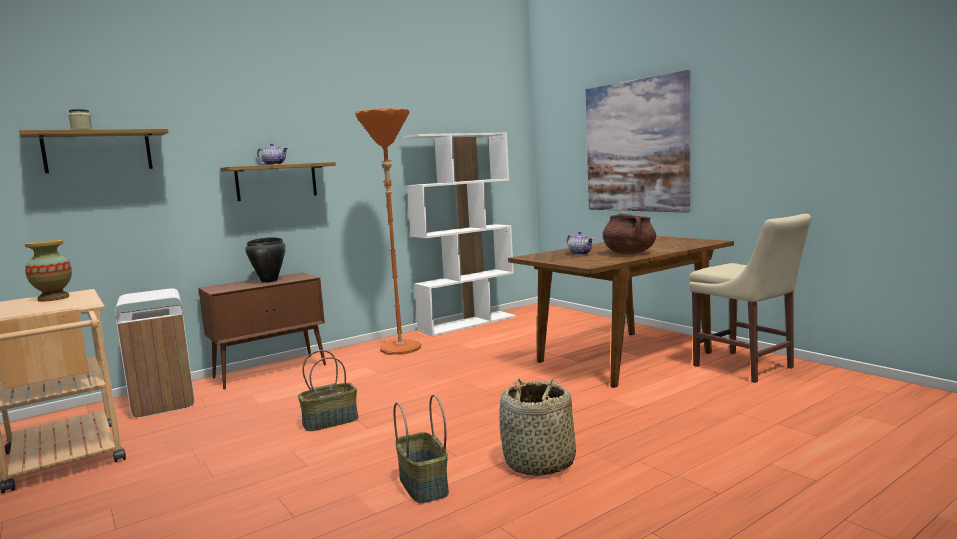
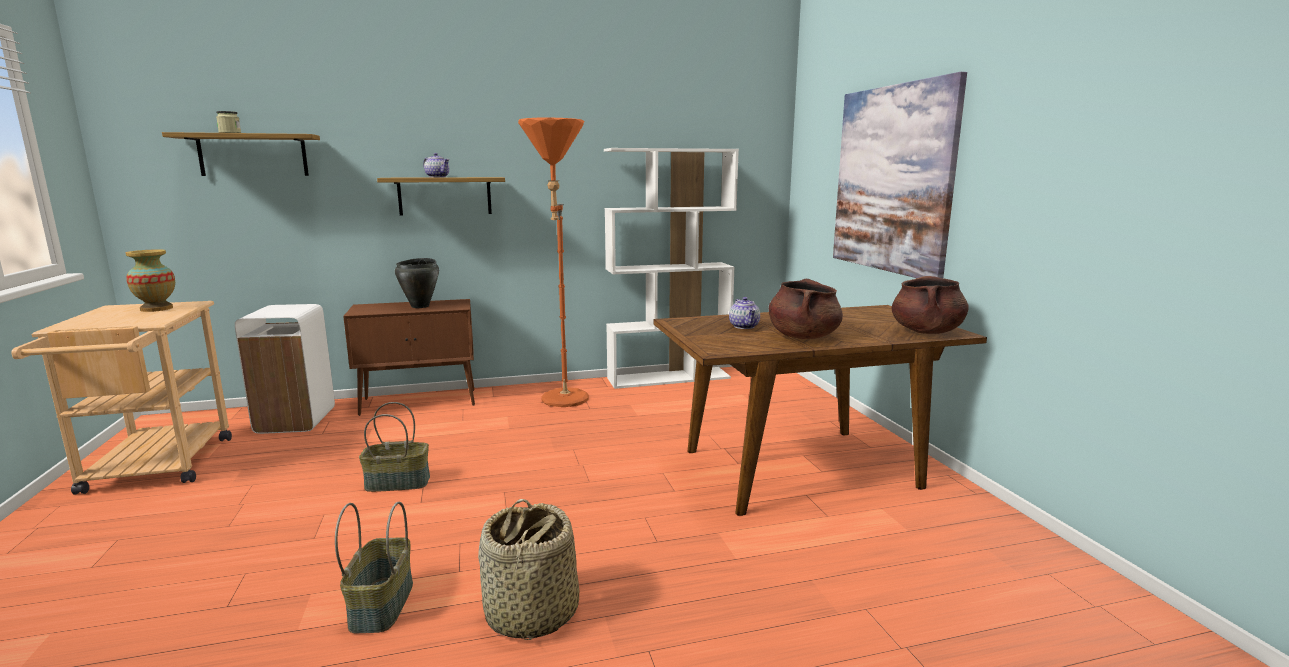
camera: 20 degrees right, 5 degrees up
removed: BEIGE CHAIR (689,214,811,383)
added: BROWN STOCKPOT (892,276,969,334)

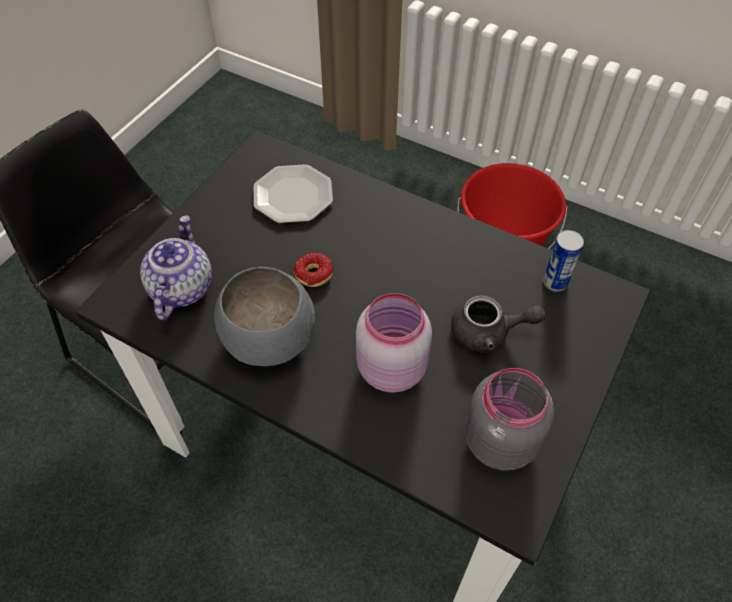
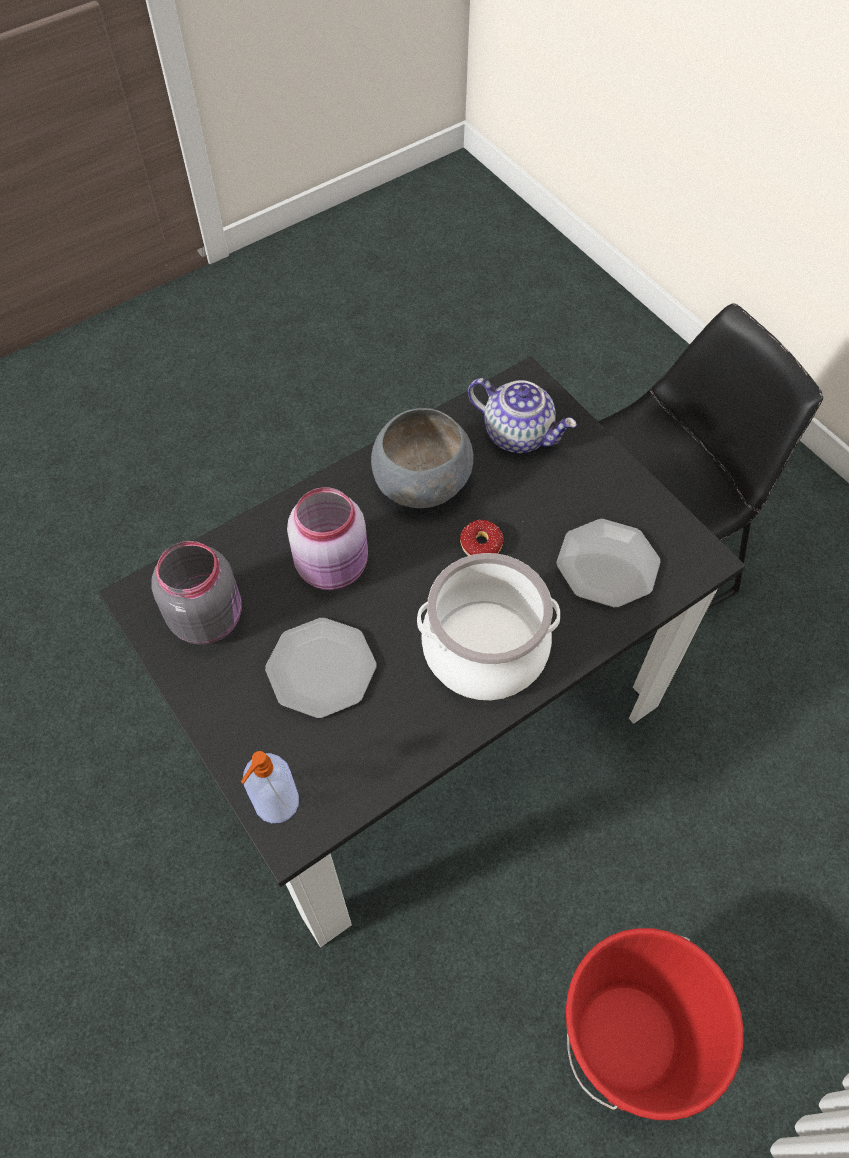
camera: 115 degrees right, 5 degrees up
removed: SEALED CAN (543,230,584,292)
added: STOCKPOT (417,553,560,700); LIQUID SOAP BOTTLE (241,751,299,823)
replaced: GREY POT FOR TEA (451,295,546,353) to DINNER PLATE (265,618,376,718)

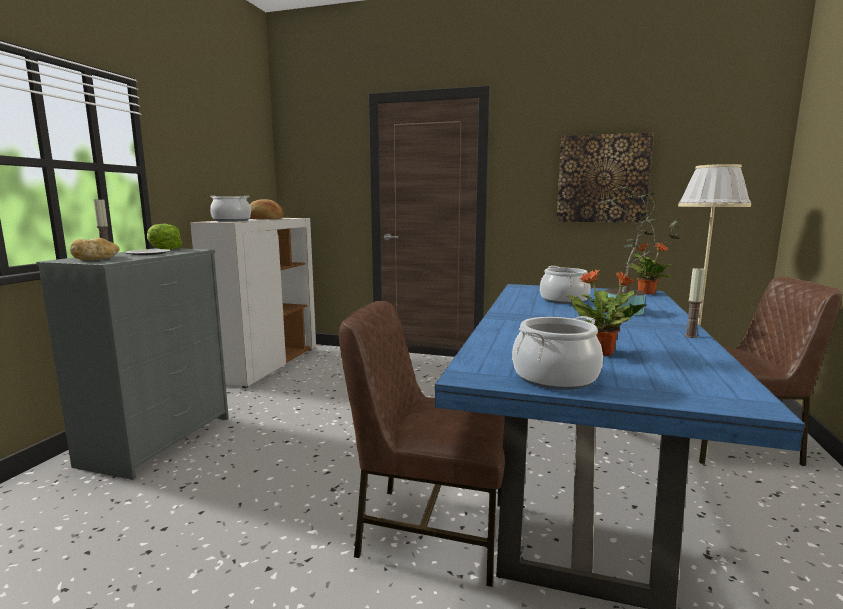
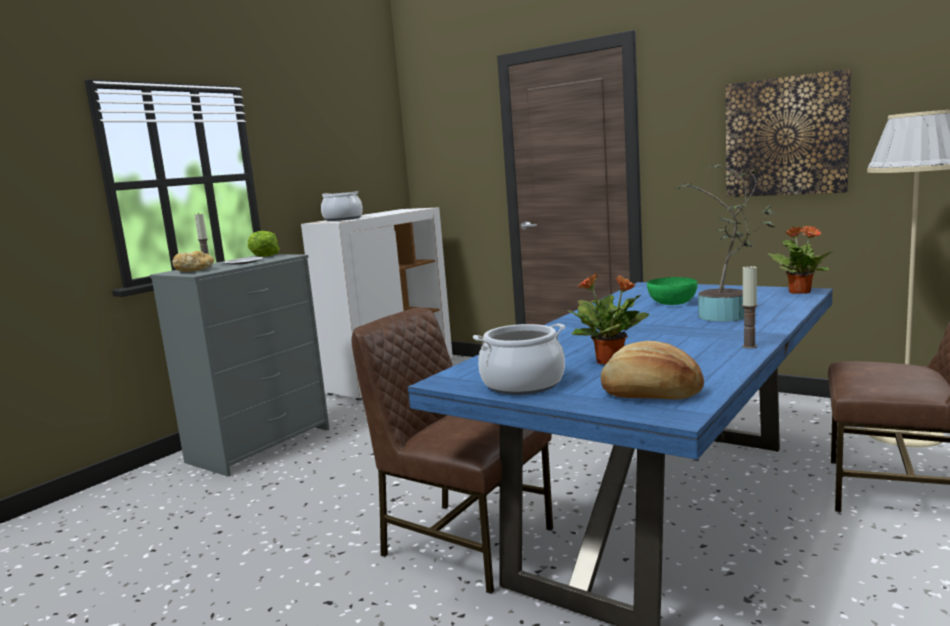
camera: 20 degrees right, 0 degrees up
moved: BREAD (249,199,284,219) to (601,341,704,399)
replaced: STOCKPOT (540,266,591,304) to GREEN-COLOURED DEEP DISH (647,277,698,305)

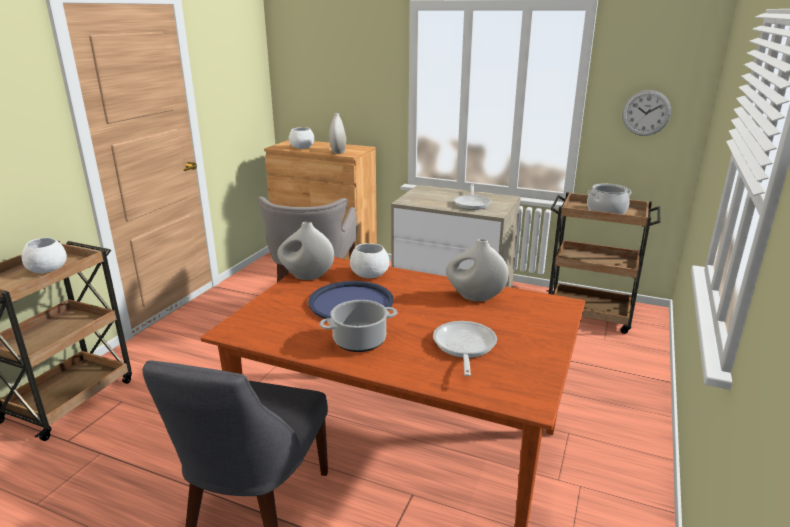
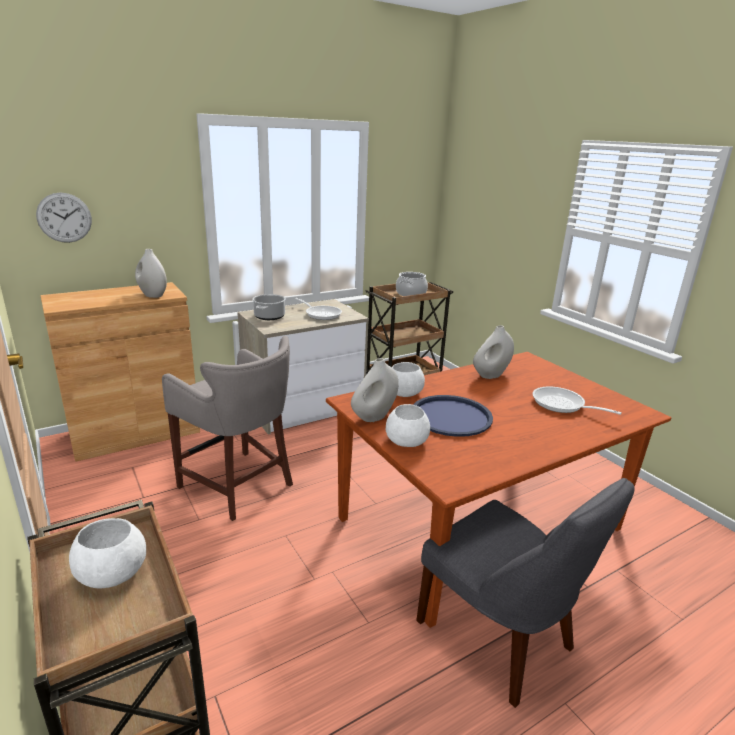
camera: 55 degrees left, 0 degrees up
moved: HANGING CLOCK (622,90,671,136) to (36,193,92,243); WHITE DEEP DISH (289,127,314,149) to (386,404,430,447); STOCKPOT (320,300,397,352) to (252,294,286,320)

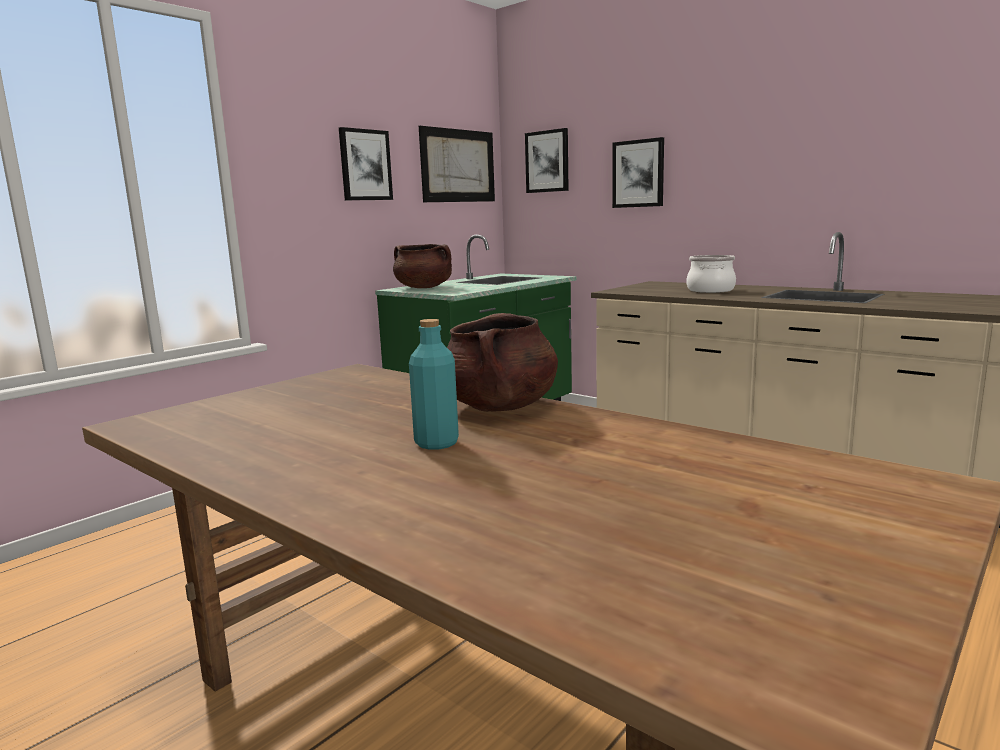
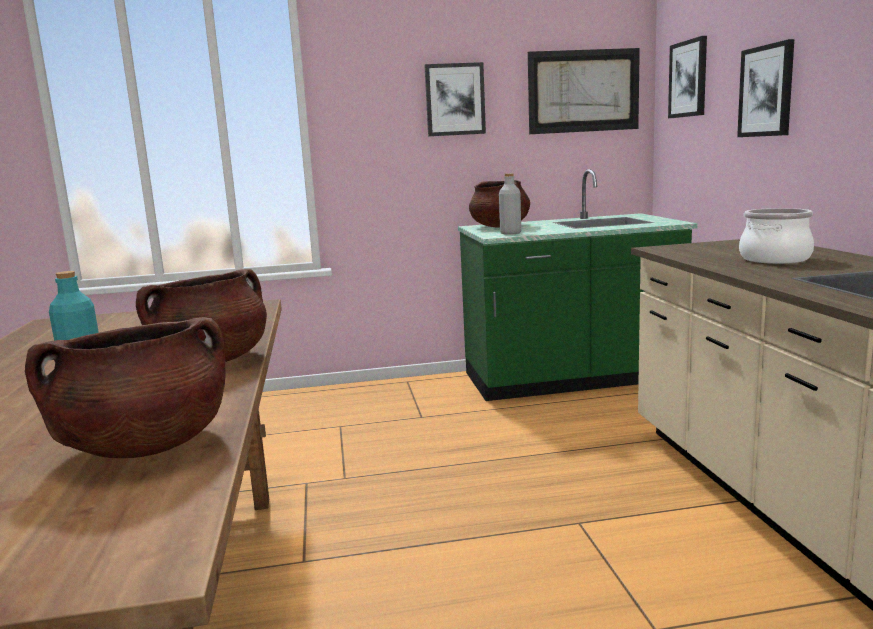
camera: 40 degrees right, 0 degrees up
added: GREY BEVERAGE BOTTLE (499,173,521,235); BROWN STOCKPOT (25,317,225,458)

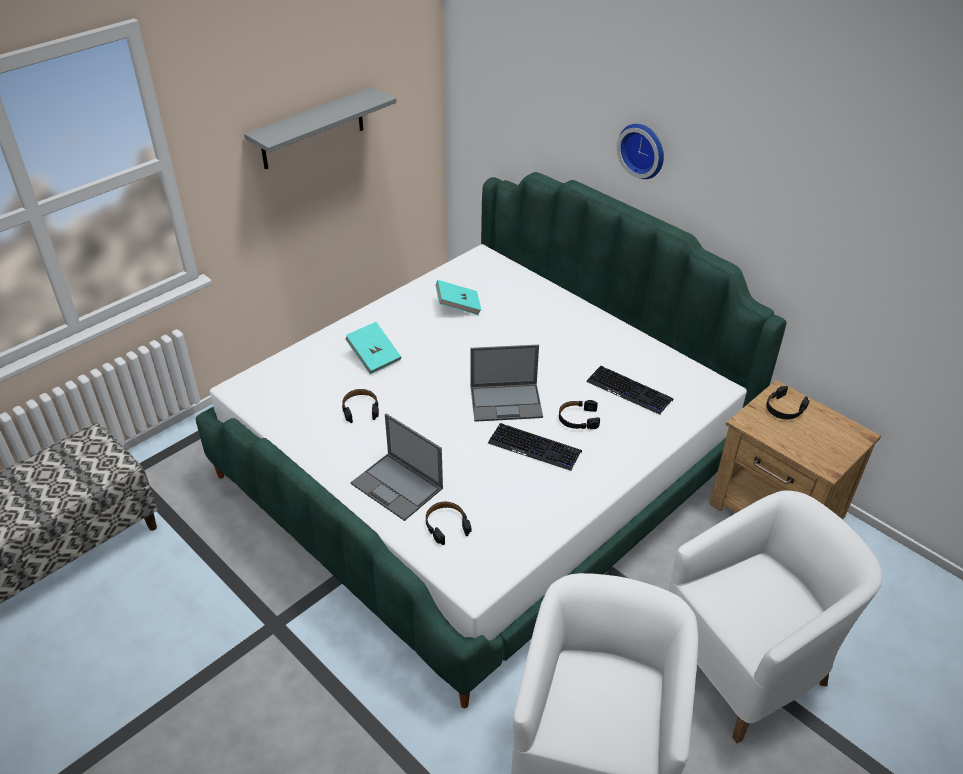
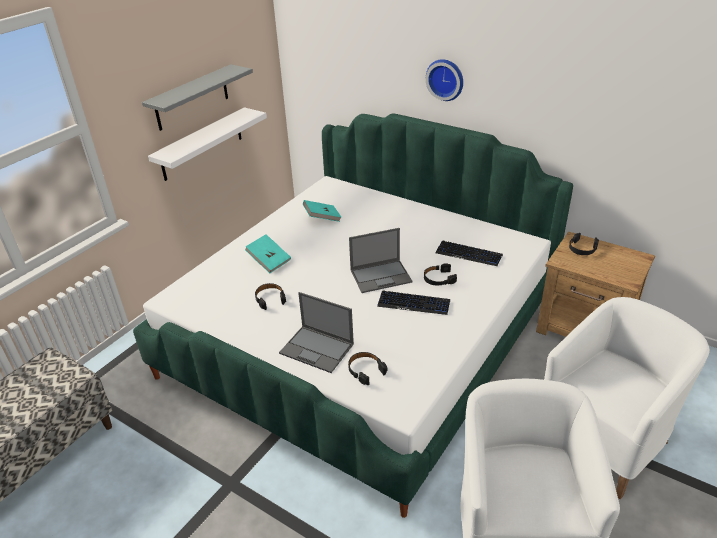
camera: 10 degrees left, 5 degrees down
added: WHITE BRACKET SHELF (148,107,267,181)

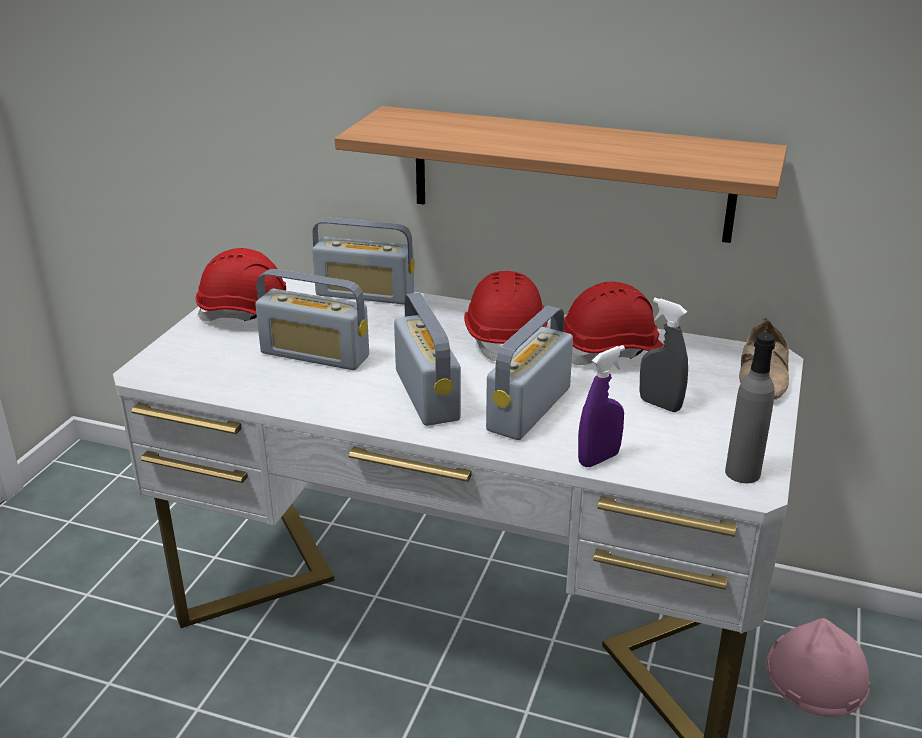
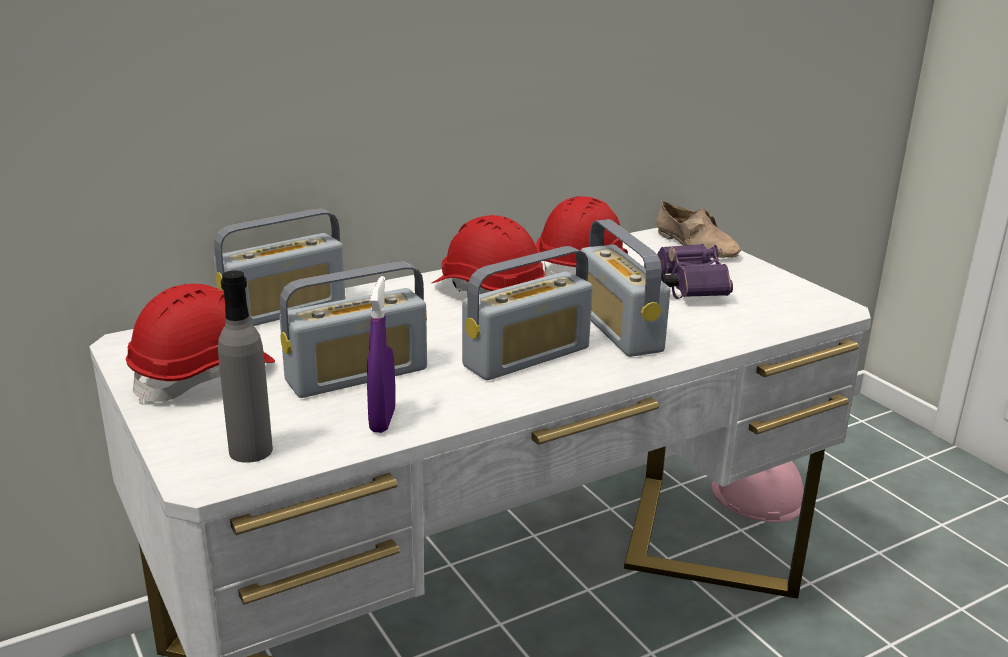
camera: 50 degrees left, 5 degrees down
removed: BRACKET SHELF (335,106,787,243)
moved: GREY BEVERAGE BOTTLE (725,333,775,483) to (218,271,273,463); PURPLE-COLOURED HAND SPRAYER (578,345,625,467) to (367,276,395,433)
replaced: GREY HAND SPRAYER (640,298,688,412) to PURPLE-COLOURED BINOCULARS (644,244,733,299)
turned: RADIO SET (394,293,461,426) = (462,246,593,380) 120 degrees clockwise

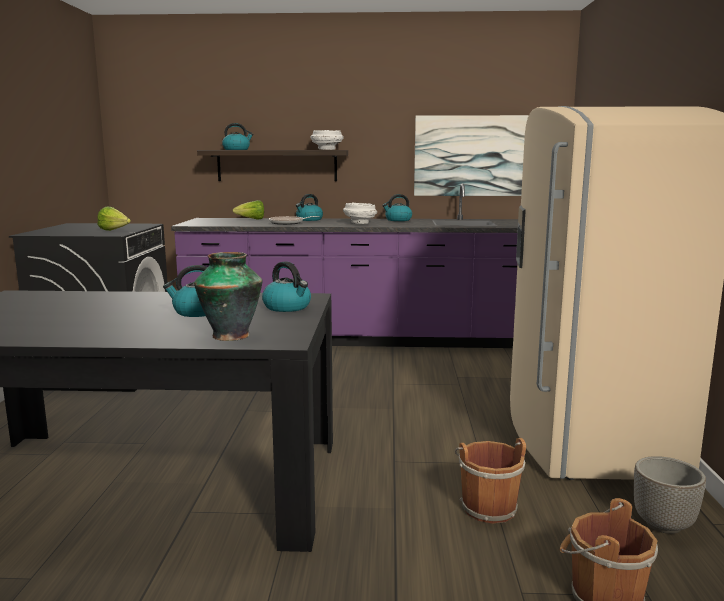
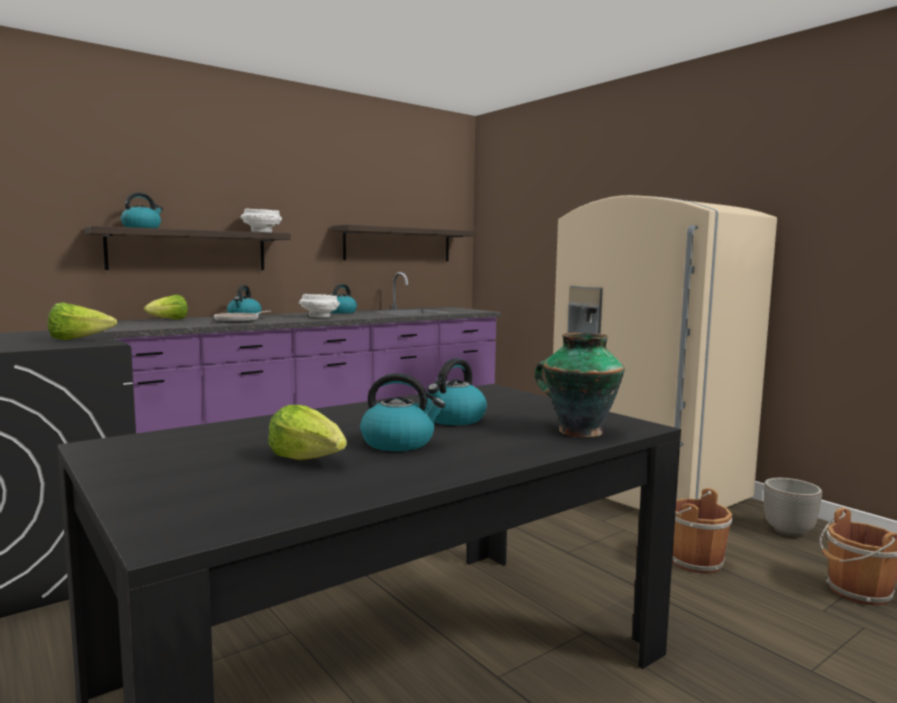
camera: 40 degrees left, 5 degrees down
added: HEAD OF LETTUCE (268,405,347,460)
moved: KETTLE (262,261,311,312) to (360,373,446,451)
replaced: WALL PICTURE (414,115,529,196) to BRACKET SHELF (331,225,476,261)

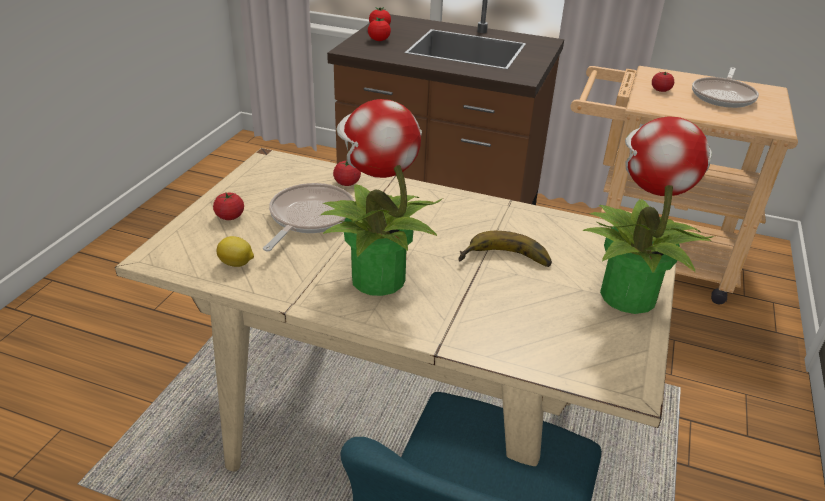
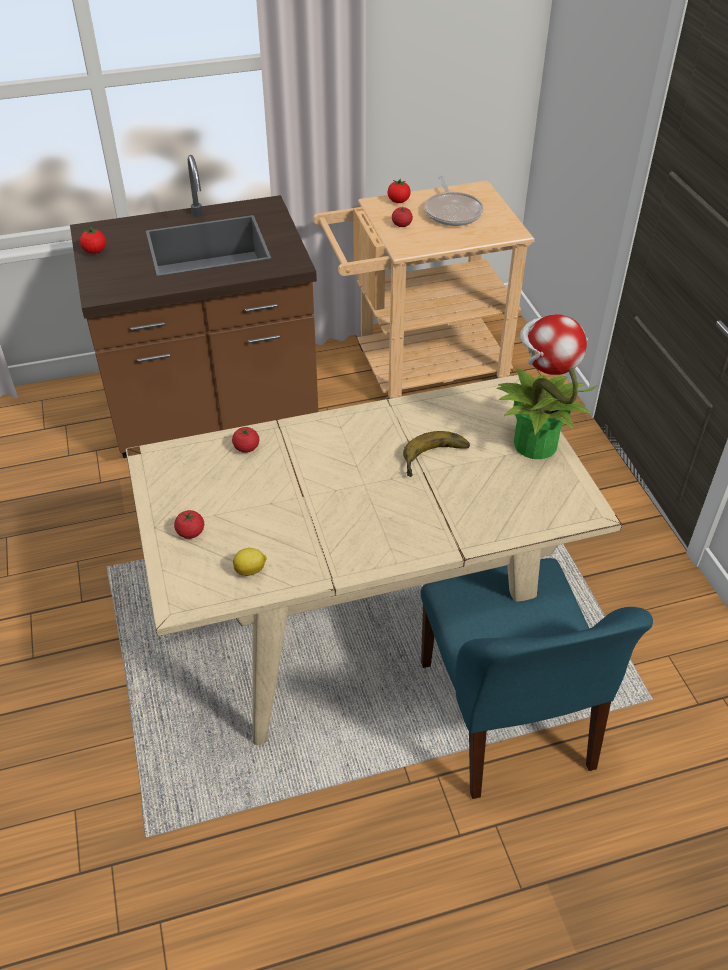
camera: 35 degrees left, 10 degrees up
removed: HOUSEPLANT (319,99,443,296); FRYING PAN (263,183,354,251)
moved: TOMATO (368,17,391,41) to (388,179,411,203)

